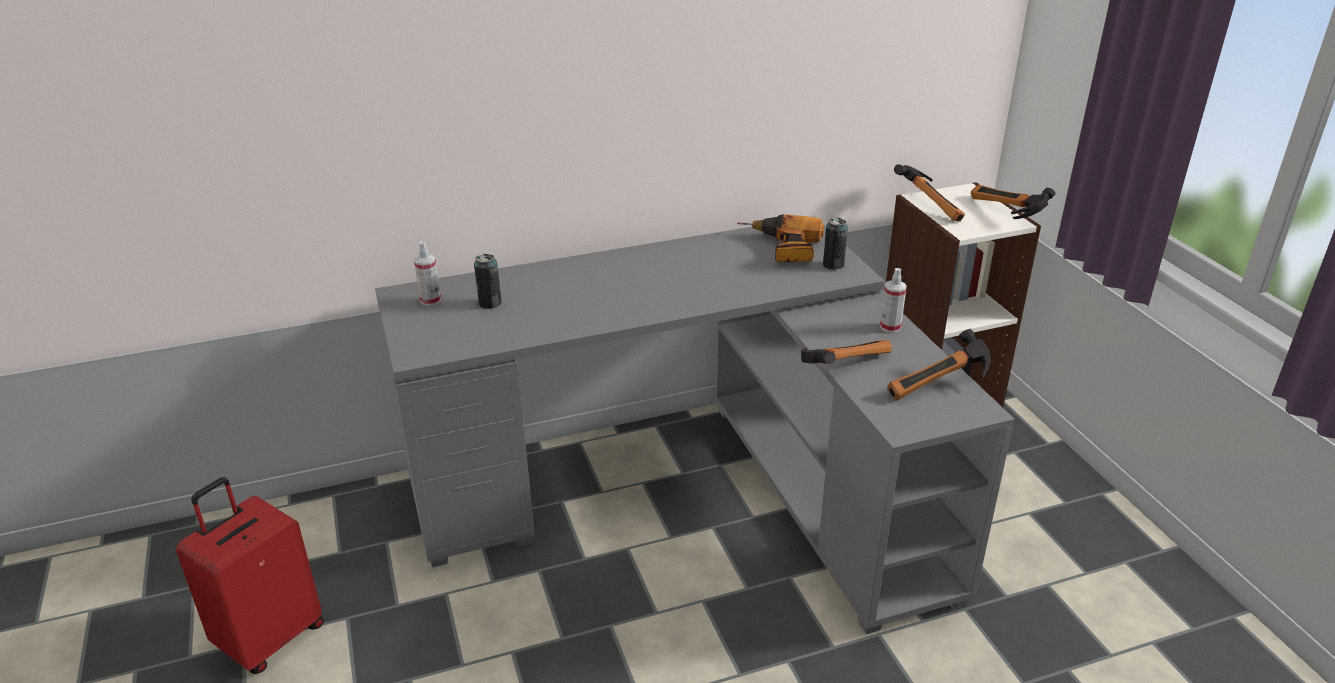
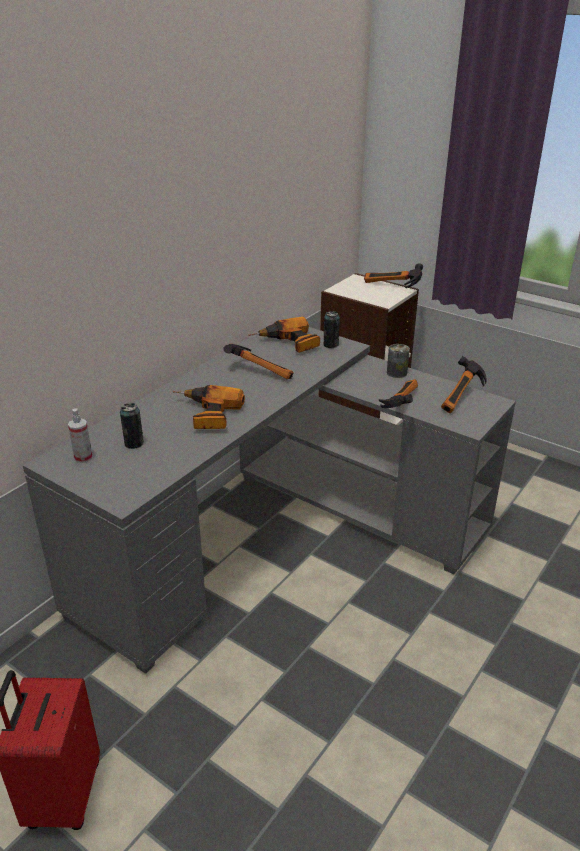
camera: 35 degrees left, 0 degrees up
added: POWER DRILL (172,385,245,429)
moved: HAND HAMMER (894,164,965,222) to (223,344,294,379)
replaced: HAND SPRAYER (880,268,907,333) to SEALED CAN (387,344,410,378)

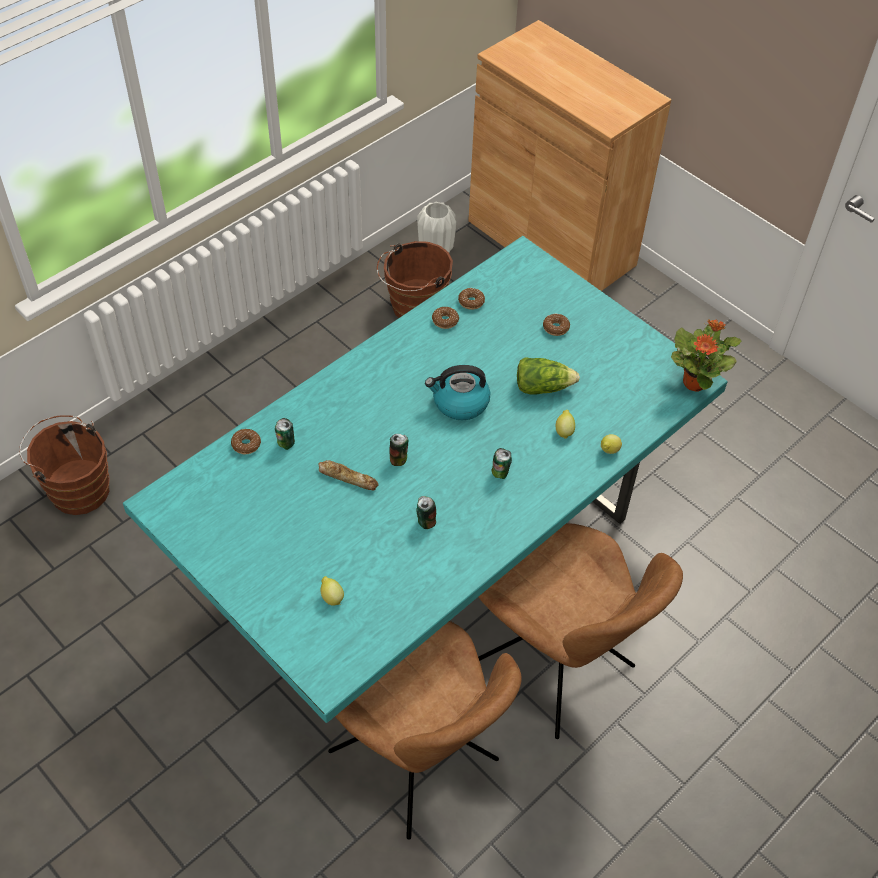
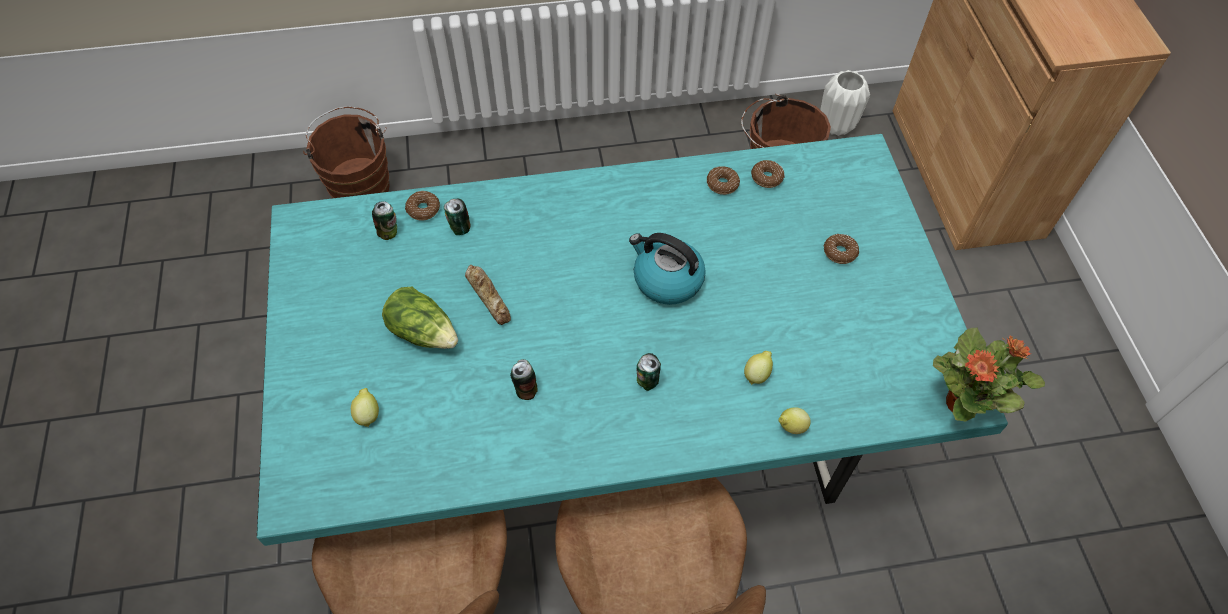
camera: 35 degrees right, 5 degrees up
moved: HEAD OF LETTUCE (517,357,580,395) to (382,287,458,349); SEALED CAN (389,434,408,466) to (372,201,397,240)

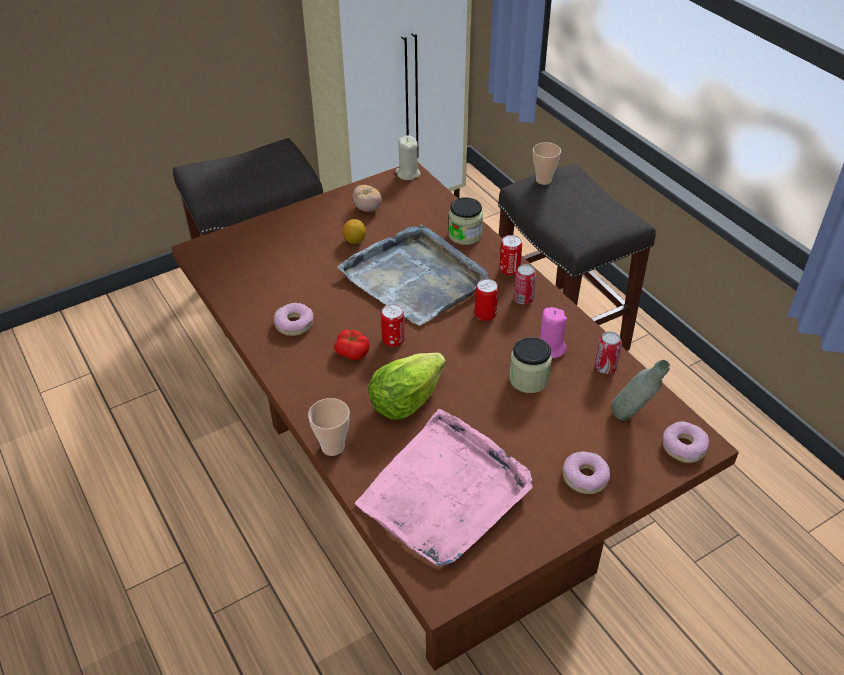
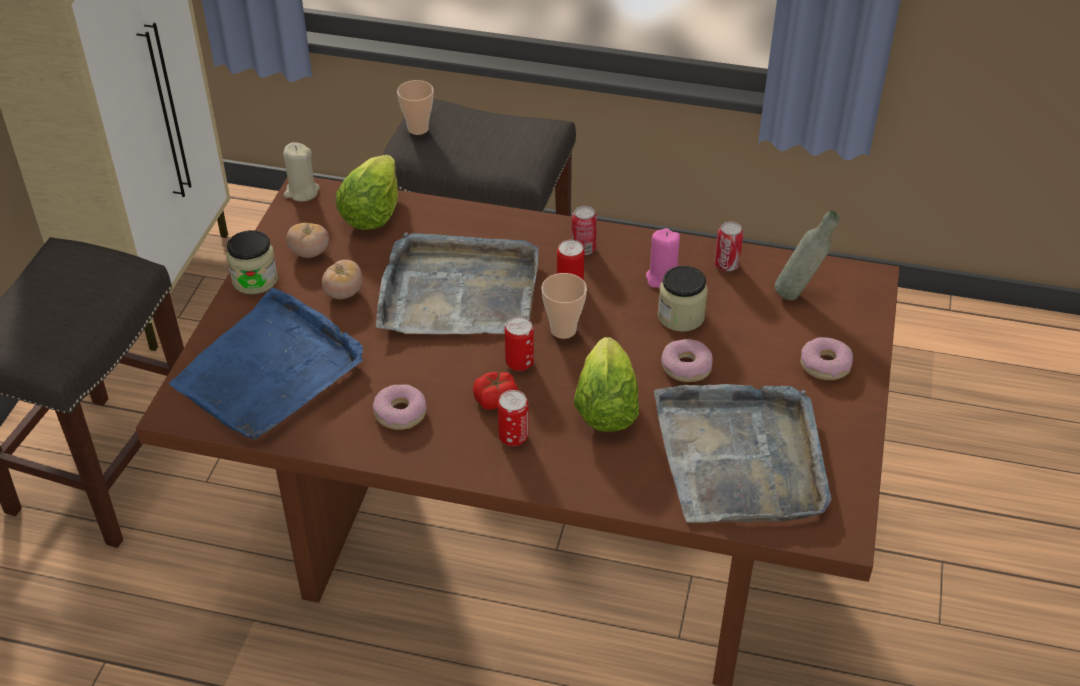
camera: 45 degrees left, 0 degrees up
added: HEAD OF LETTUCE (335,155,398,230); BLUISH SERVING TRAY (169,288,363,440)
moved: STORAGE JAR (448,197,483,245) to (227,230,278,294); SEALED CAN (499,235,522,276) to (498,390,529,446); CUP (308,398,350,456) to (542,273,587,339); DOUGHNUT (662,422,709,463) to (661,339,713,382)
replaced: WHOLE LEMON (343,219,366,244) to TOMATO (322,260,362,299)
recoloured: PINK SERVING TRAY (355,409,533,566) to GREY SERVING TRAY (654,384,831,523)

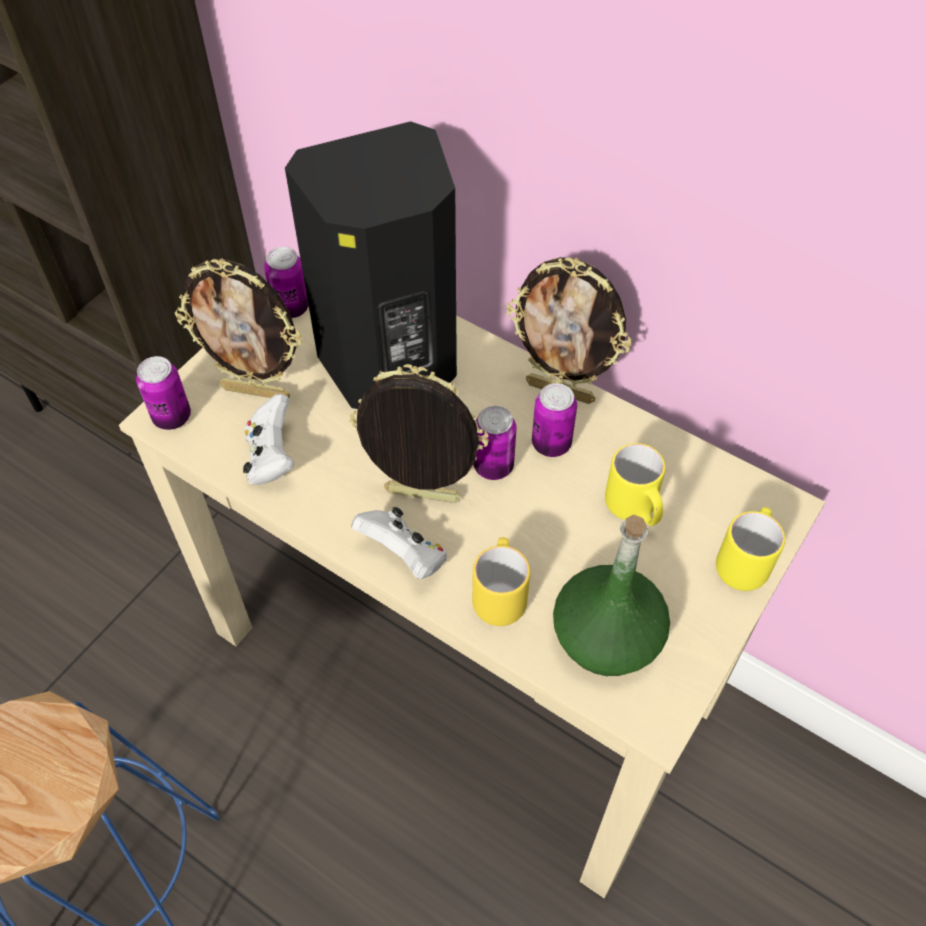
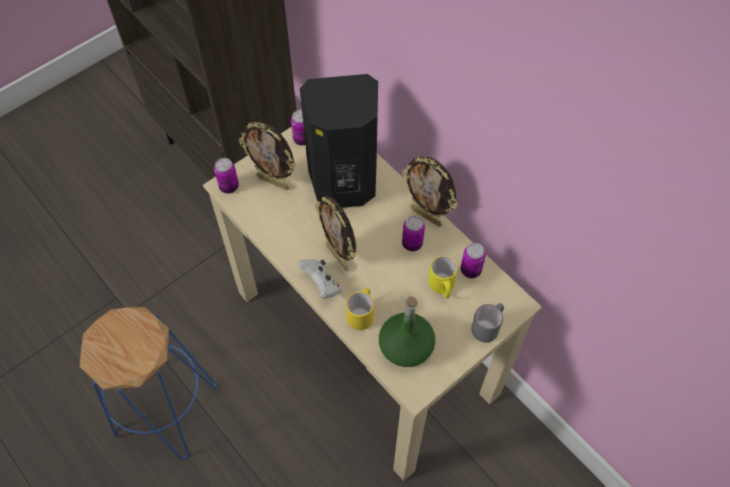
camera: 15 degrees right, 5 degrees up
removed: WHITE GAMEPAD (243,394,294,485)
moved: SEALED CAN (473,406,517,480) to (461,243,486,278)
recoloured: YELLOW TEA MUG (716,507,785,591) to GREY TEA MUG (471,303,504,342)
turned: STANDING FRAME (350,364,489,503) = (315,196,356,271) 150 degrees counterclockwise

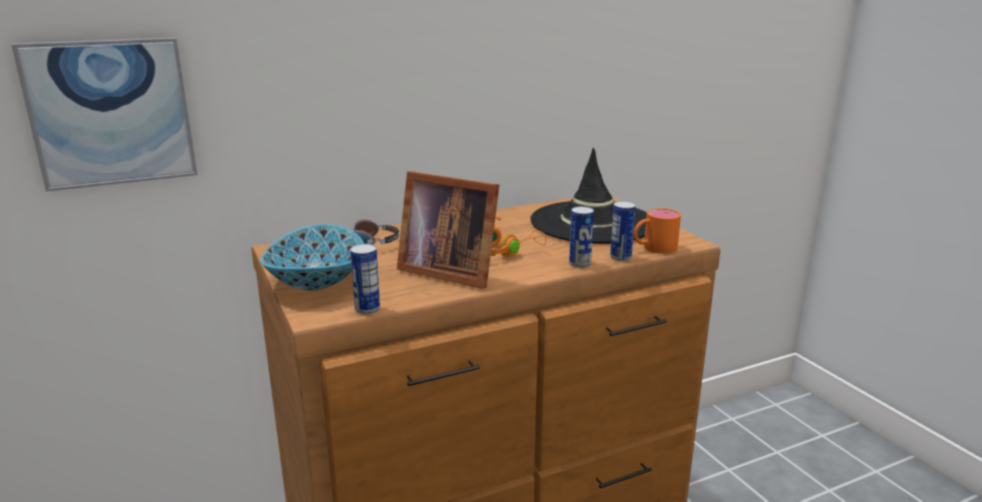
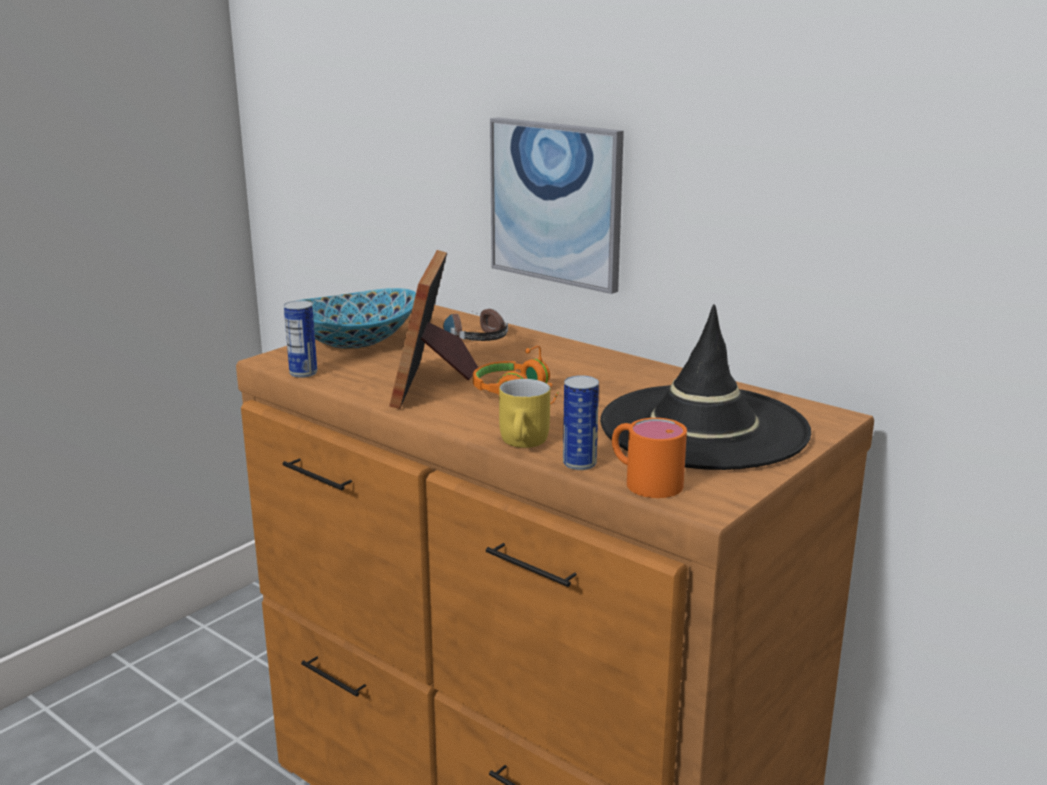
camera: 65 degrees right, 0 degrees up
moved: WALL PICTURE (12,38,197,192) to (490,117,624,294)
replaced: SEALED CAN (569,206,594,268) to YELLOW TEA MUG (499,379,550,448)

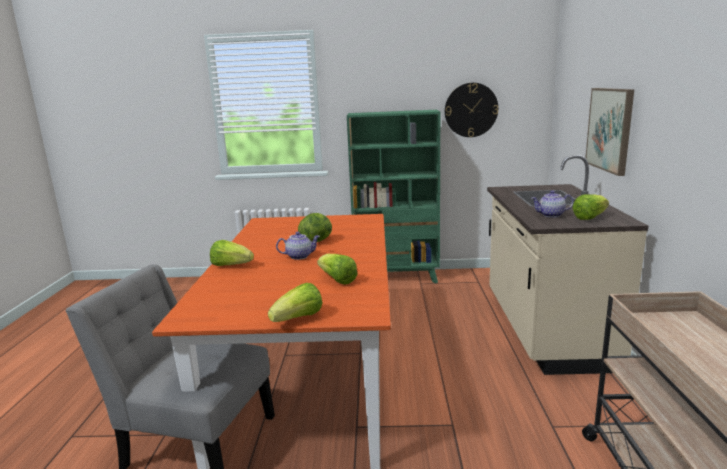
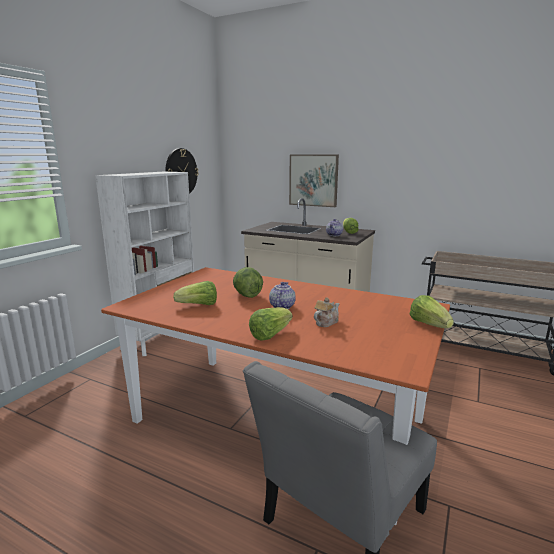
camera: 65 degrees left, 0 degrees up
added: POT FOR TEA (314,297,339,327)
moved: HEAD OF LETTUCE (317,254,357,285) to (173,281,217,305)
recoloured: GREEN-COLOURED BOOKCASE (347,110,440,284) to WHITE BOOKCASE (95,172,194,356)

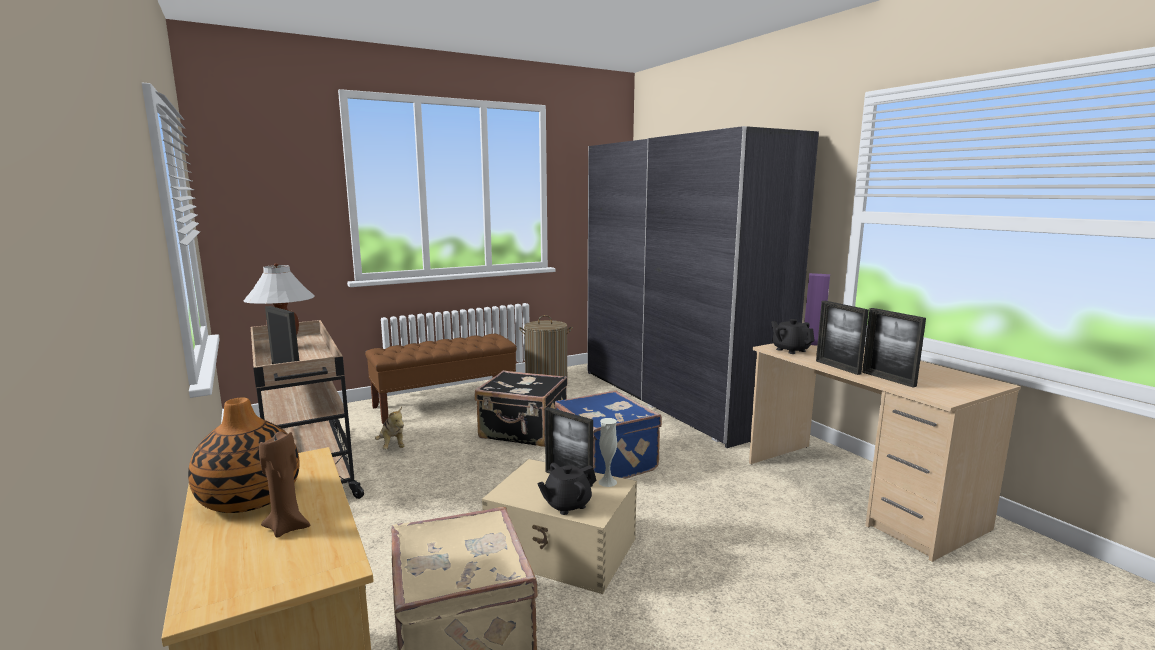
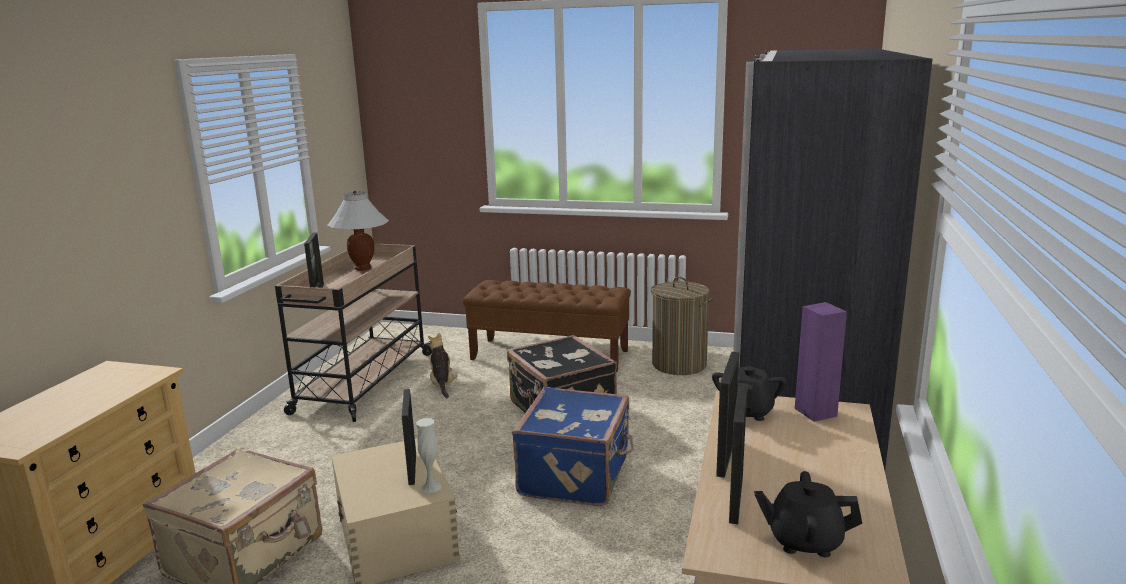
camera: 45 degrees right, 5 degrees up
removed: DECORATIVE VASE (188,397,300,513); BROWN WAX CANDLE (259,431,310,537)
moved: BLACK POT FOR TEA (537,463,596,515) to (754,471,862,557)
turned: PLUSH TOY (375,407,405,450) = (428,333,458,398) 150 degrees clockwise

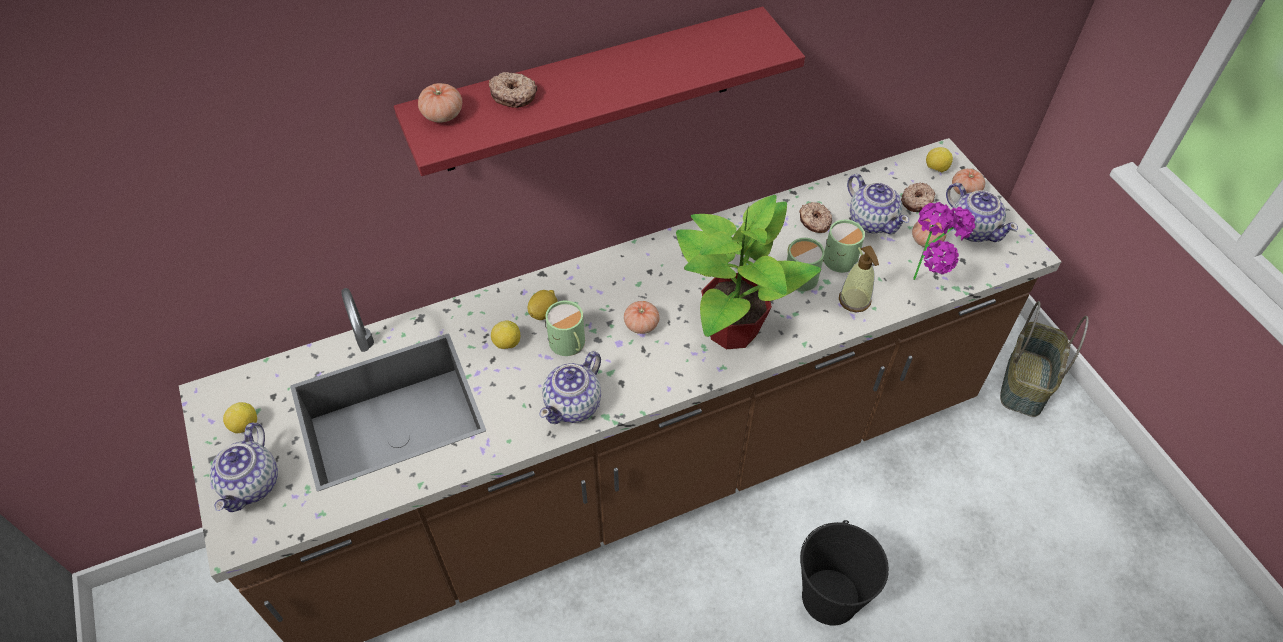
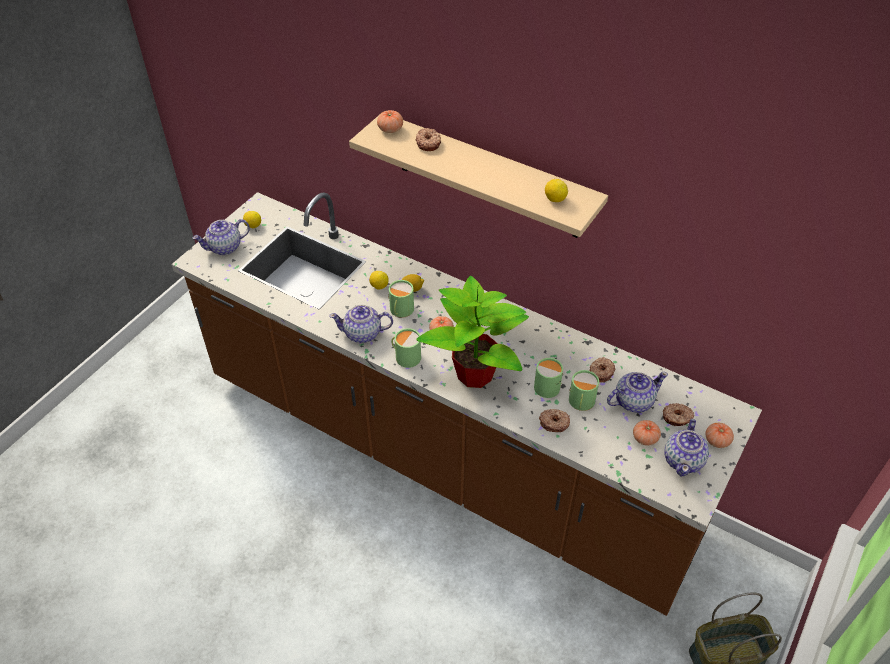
camera: 55 degrees right, 5 degrees down
removed: HOUSEPLANT (913,202,976,280); BLACK BUCKET (800,520,889,625)
added: GREEN-COLOURED TEA MUG (391,328,421,368)
moved: WHOLE LEMON (926,147,953,172) to (545,179,568,202)
replaced: LIQUID SOAP BOTTLE (839,246,879,312) to DOUGHNUT (539,409,570,432)
recoloured: RED BRACKET SHELF (394,7,805,176) to BEIGE BRACKET SHELF (349,116,608,238)
turned: POT FOR TEA (847,174,909,234) = (607,372,668,413) 135 degrees counterclockwise

